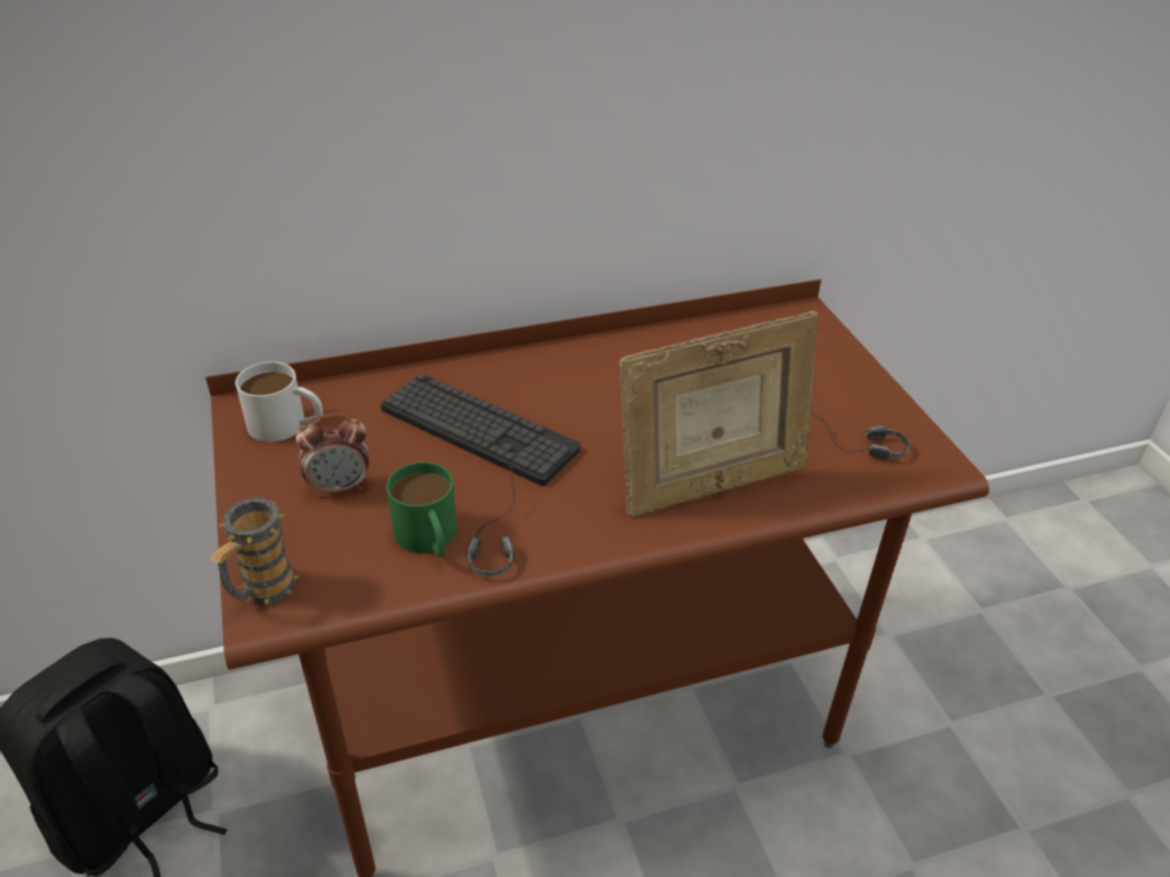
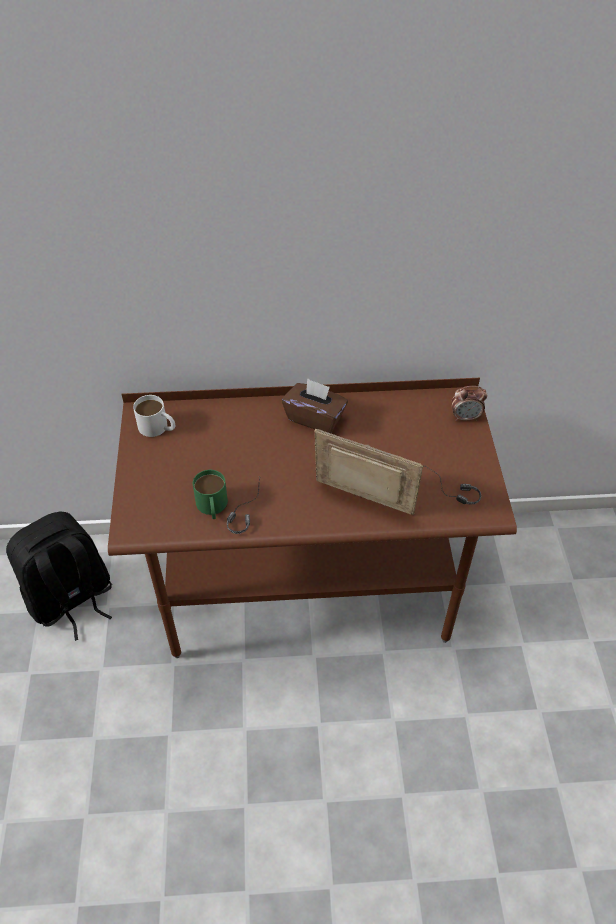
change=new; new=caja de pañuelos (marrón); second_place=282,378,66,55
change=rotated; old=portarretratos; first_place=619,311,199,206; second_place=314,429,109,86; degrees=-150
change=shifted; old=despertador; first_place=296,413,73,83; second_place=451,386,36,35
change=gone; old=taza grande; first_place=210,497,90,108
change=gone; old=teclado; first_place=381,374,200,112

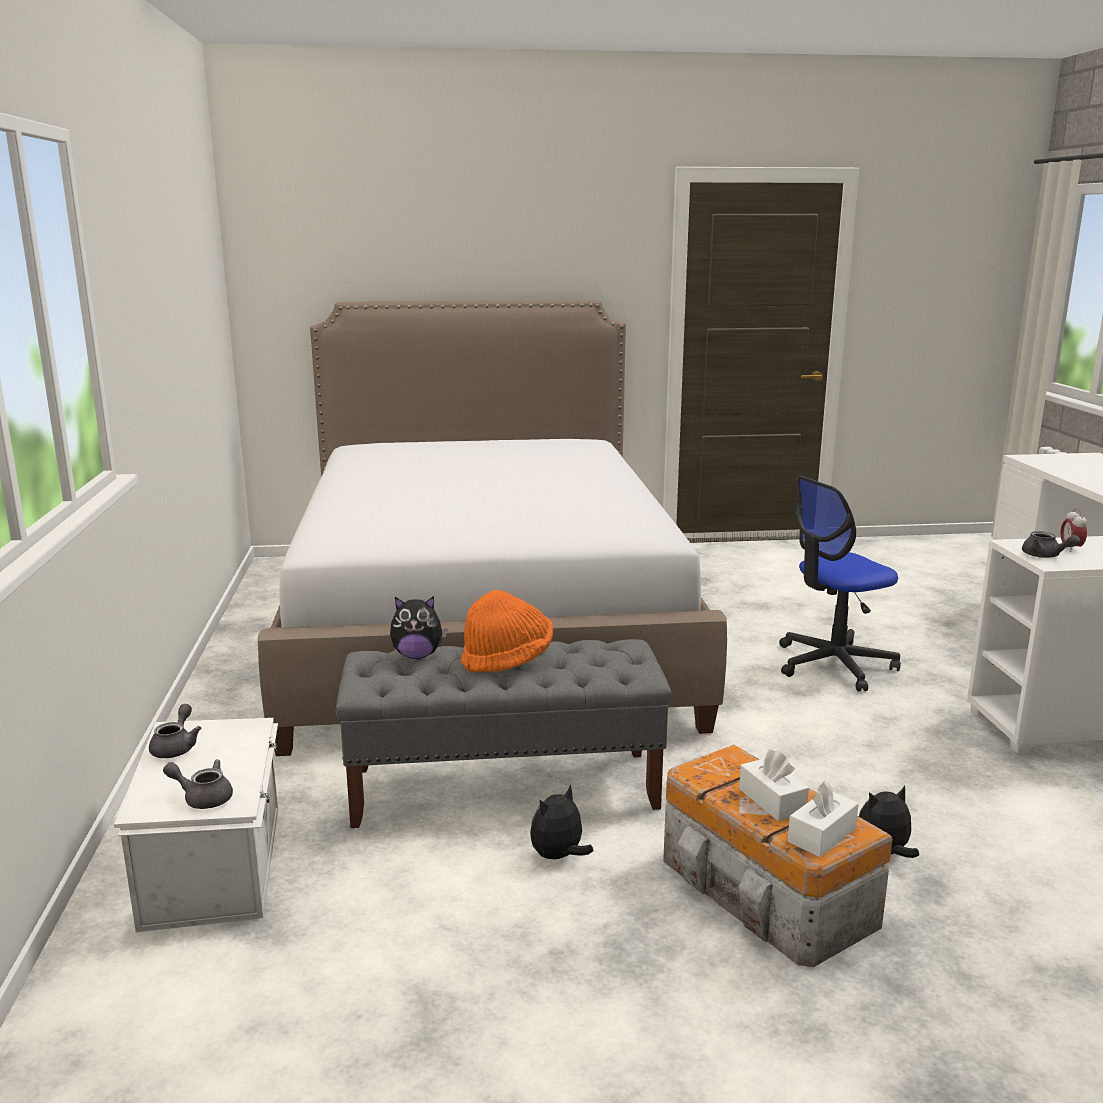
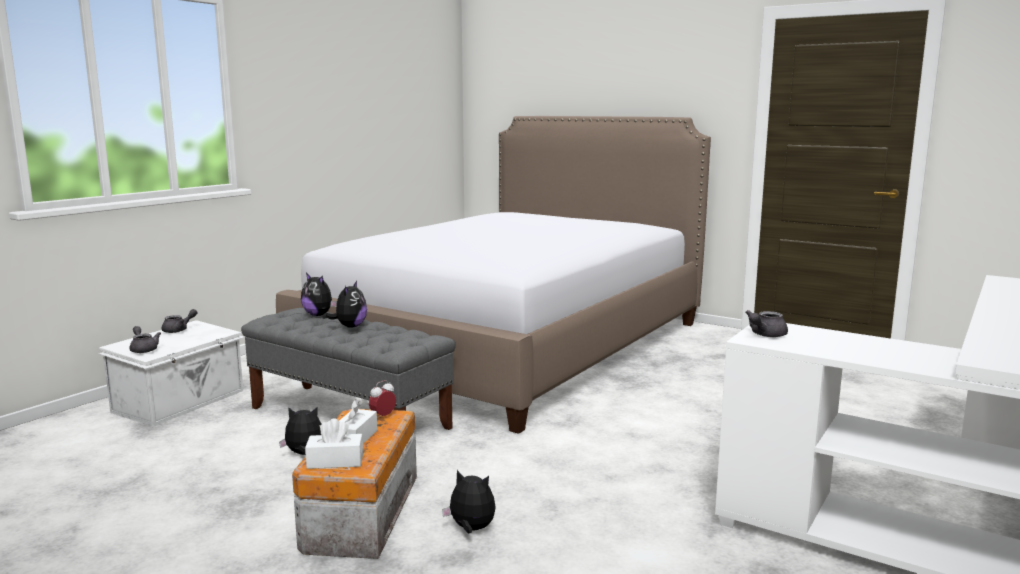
change=swapped; old=sombrero (naranja); new=peluche; first_place=461,590,92,82; second_place=326,281,41,47
change=shifted; old=despertador; first_place=1060,508,27,44; second_place=369,380,27,36
change=rotated; old=tetera (gris); first_place=1022,531,58,27; second_place=745,310,43,27; degrees=45
change=gone; old=silla de oficina; first_place=779,475,122,217

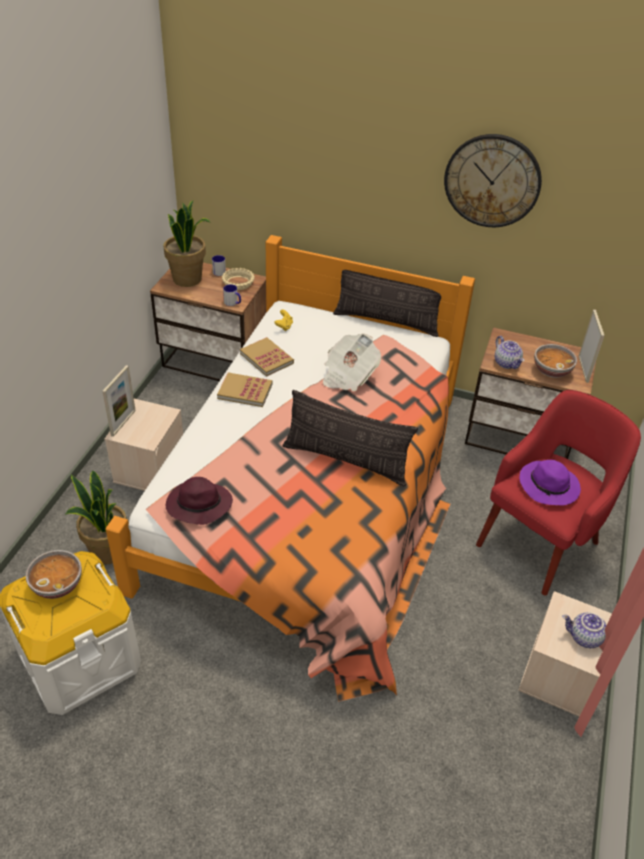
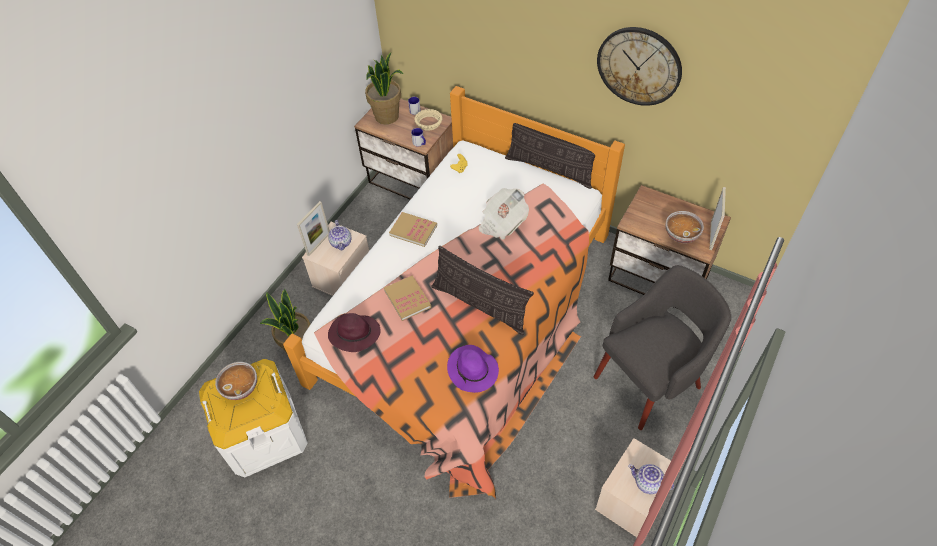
change=shifted; old=tetera; first_place=495,336,29,33; second_place=328,220,23,31
change=shifted; old=libro; first_place=240,337,54,40; second_place=384,275,47,46
change=shifted; old=sombrero (morado); first_place=519,460,62,46; second_place=447,345,52,48
change=repainted; old=sillón (rojo); new=sillón (gris); first_place=476,390,165,206; second_place=594,265,137,165

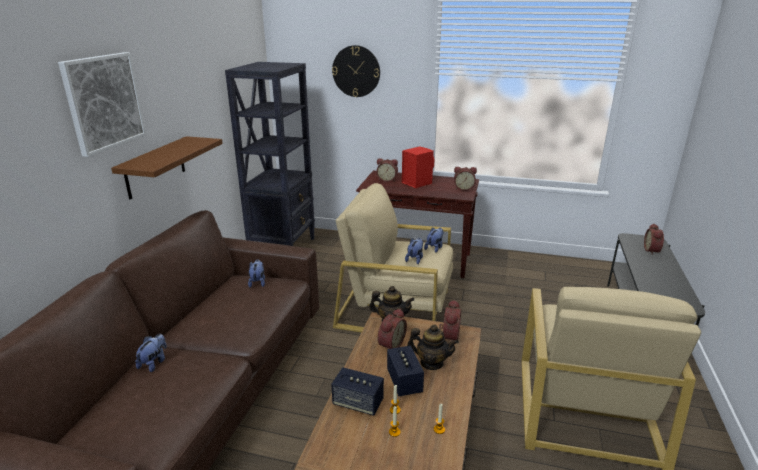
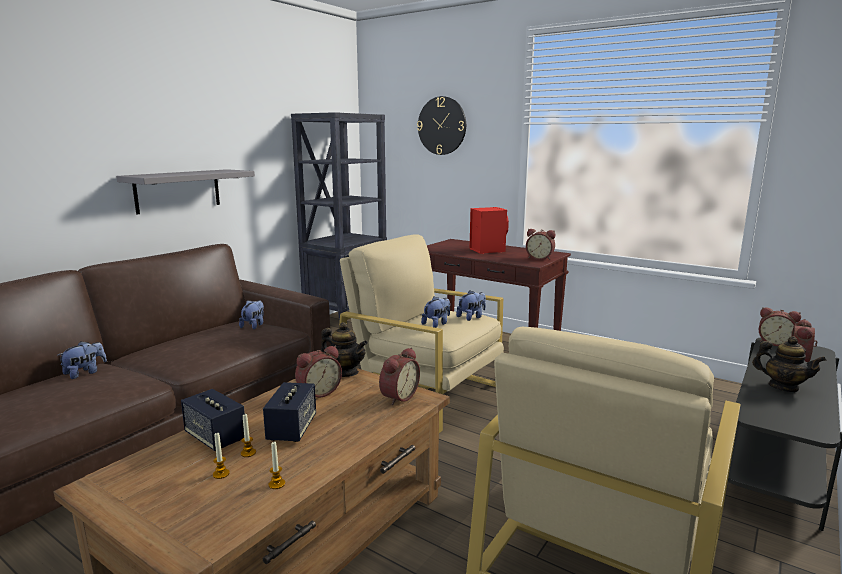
change=repainted; old=estante (marrón); new=estante (gris); first_place=111,136,112,63; second_place=116,169,139,45
change=shifted; old=tetera; first_place=407,325,52,45; second_place=752,336,74,56
change=shifted; old=despertador; first_place=376,158,22,24; second_place=759,307,42,39
change=gone; old=cuadro; first_place=58,52,88,105

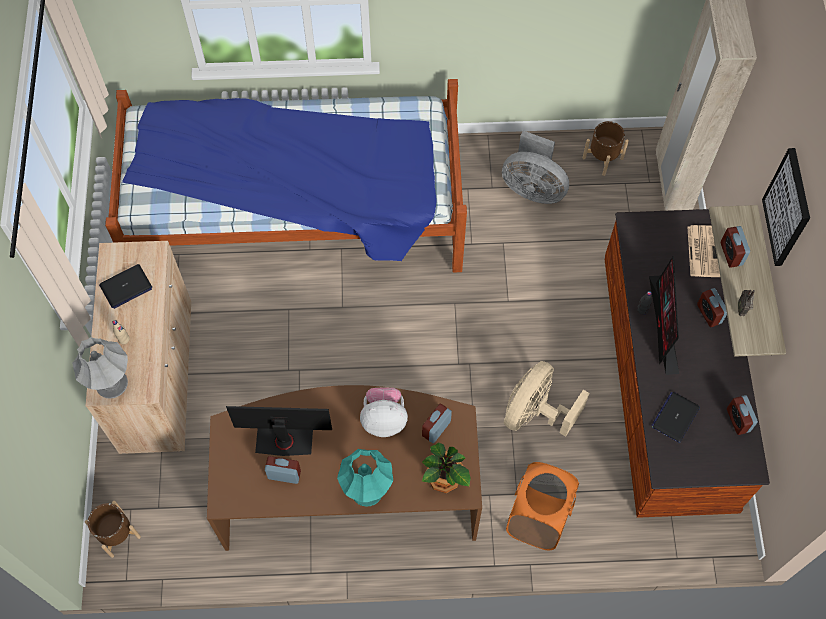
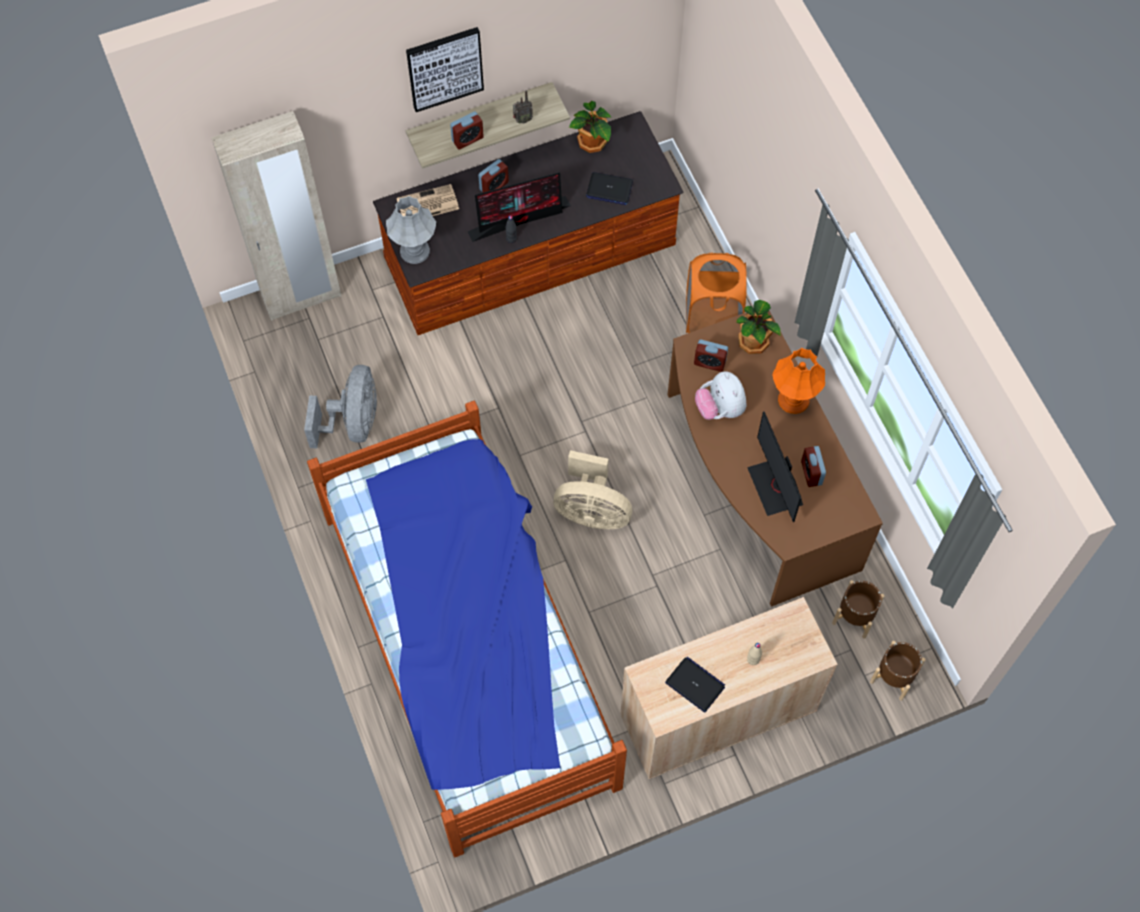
change=shifted; old=lámpara de mesa (gris); first_place=72,337,56,62; second_place=386,196,50,68
change=shifted; old=ventilador (beis); first_place=504,361,86,76; second_place=553,450,79,79
change=swapped; old=despertador; new=planta en maceta; first_place=727,395,31,40; second_place=569,101,42,52
change=repainted; old=lámpara de mesa (turquesa); new=lámpara de mesa (naranja); first_place=337,449,56,58; second_place=772,348,53,66
change=shifted; old=maceta (marrón); first_place=583,121,46,55; second_place=832,580,52,59

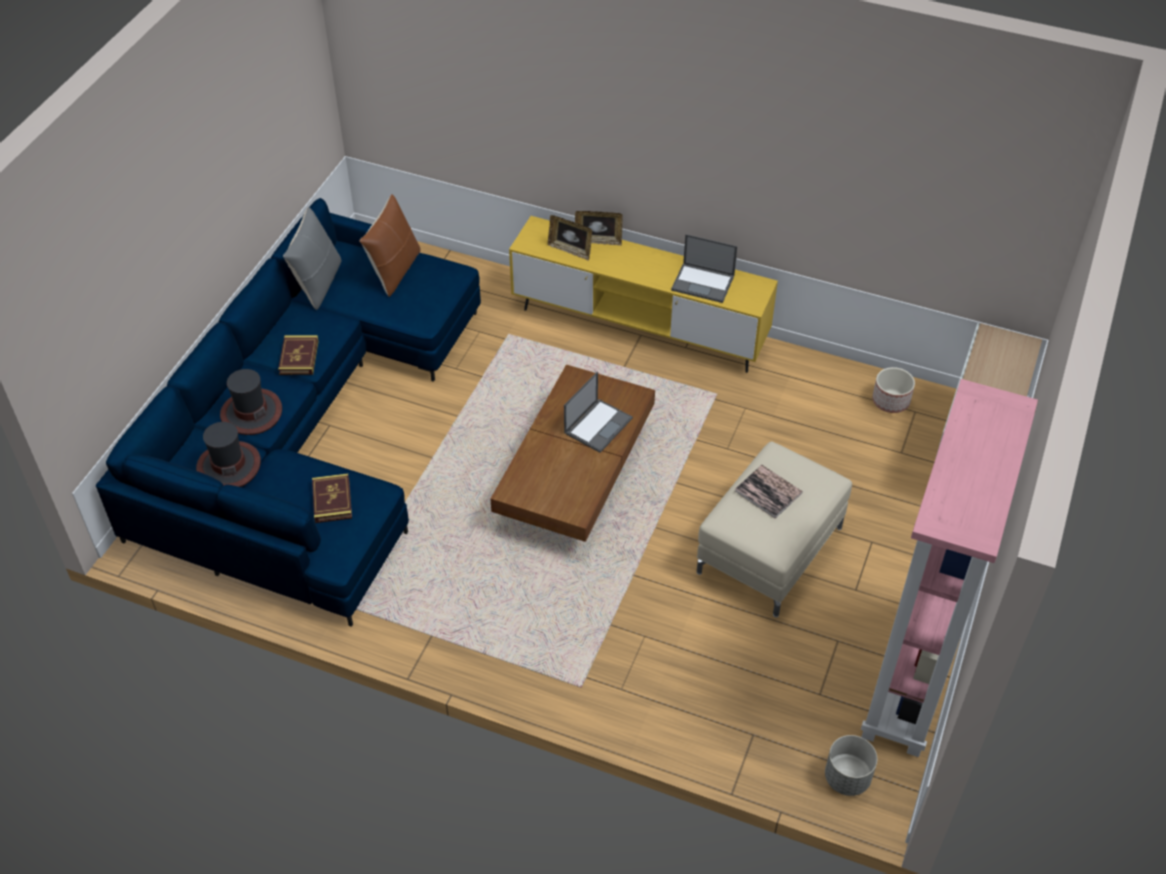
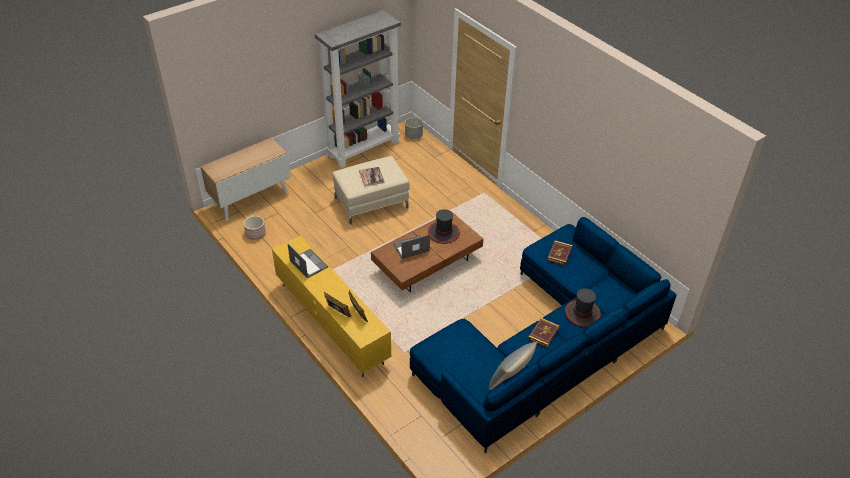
change=repainted; old=estantería (rosa); new=estantería (gris); first_place=861,379,177,378; second_place=315,10,86,158
change=shifted; old=sombrero; first_place=196,422,65,65; second_place=428,209,32,35
change=gone; old=cojín (marrón); first_place=359,194,62,103

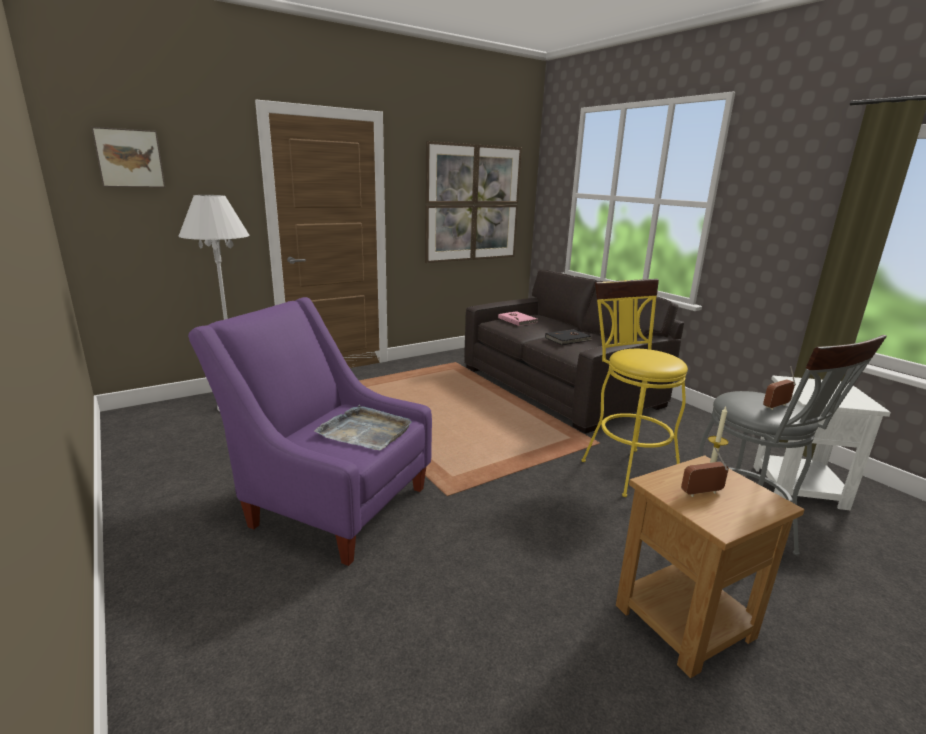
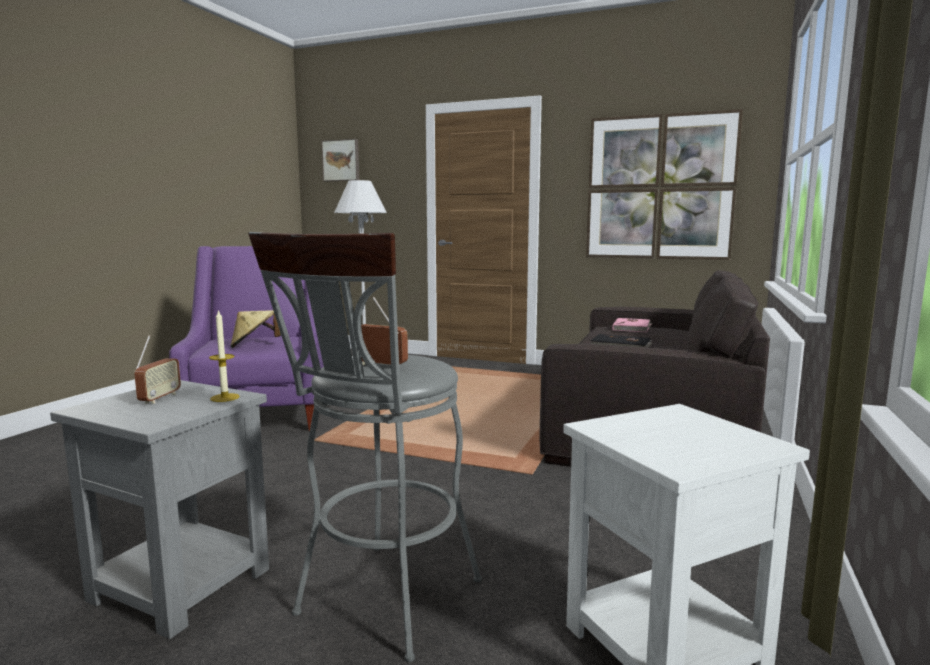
change=repainted; old=mesa auxiliar (marrón); new=mesa auxiliar (gris); first_place=616,455,189,223; second_place=50,380,219,259
change=rotated; old=radio; first_place=681,447,48,50; second_place=134,335,47,69; degrees=60
change=swapped; old=bandeja (gris); new=sombrero (beis); first_place=314,405,98,45; second_place=230,310,51,38
change=gone; old=taburete (amarillo); first_place=581,279,107,218

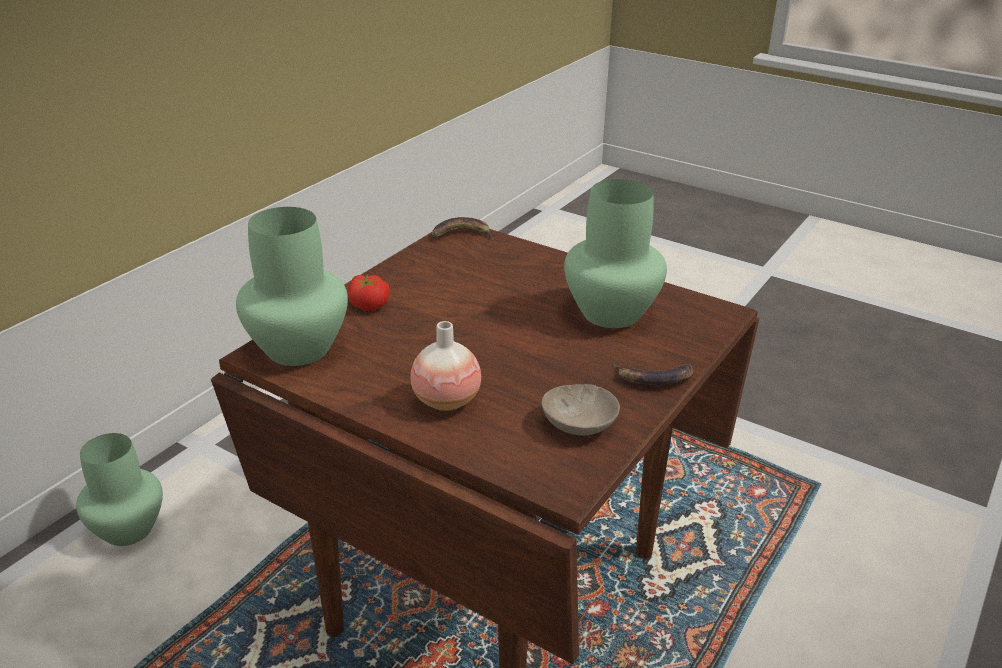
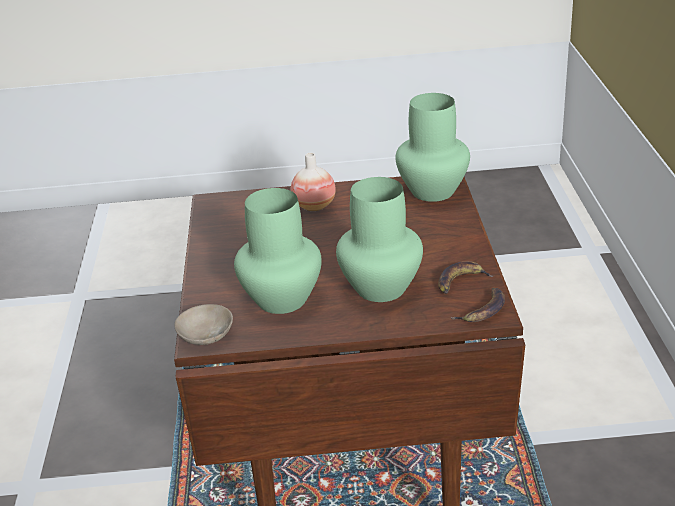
change=shifted; old=cuenco (beis); first_place=542,384,78,51; second_place=174,304,59,41
change=shifted; old=florero (verde); first_place=76,433,87,113; second_place=336,177,87,125
change=shifted; old=plátano; first_place=613,364,80,22; second_place=438,261,55,33
change=gone; old=tomate; first_place=348,274,42,37

